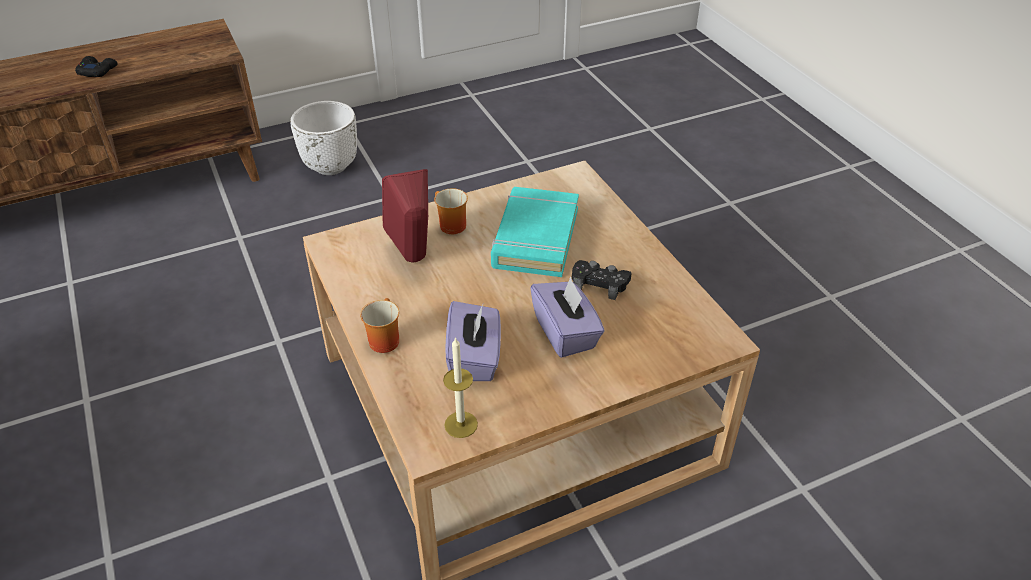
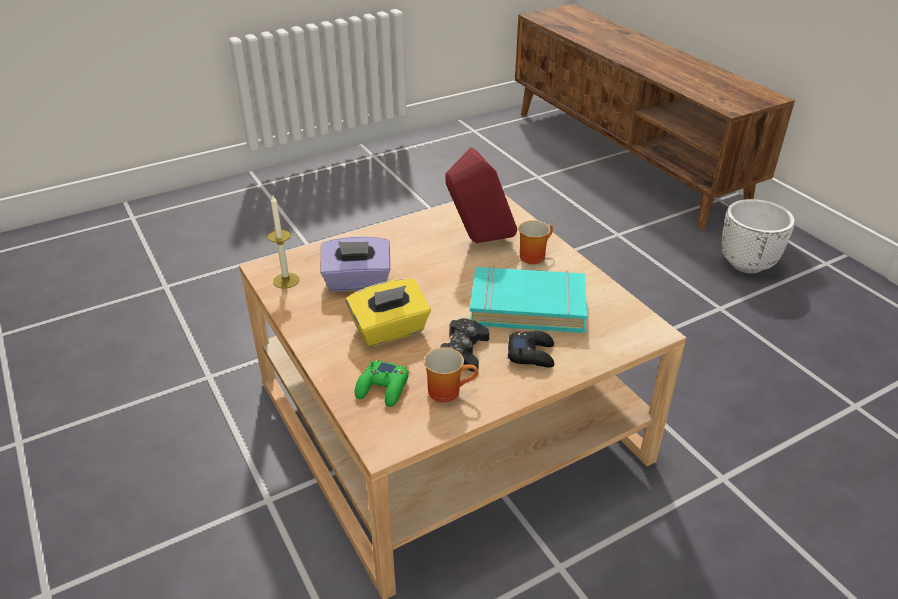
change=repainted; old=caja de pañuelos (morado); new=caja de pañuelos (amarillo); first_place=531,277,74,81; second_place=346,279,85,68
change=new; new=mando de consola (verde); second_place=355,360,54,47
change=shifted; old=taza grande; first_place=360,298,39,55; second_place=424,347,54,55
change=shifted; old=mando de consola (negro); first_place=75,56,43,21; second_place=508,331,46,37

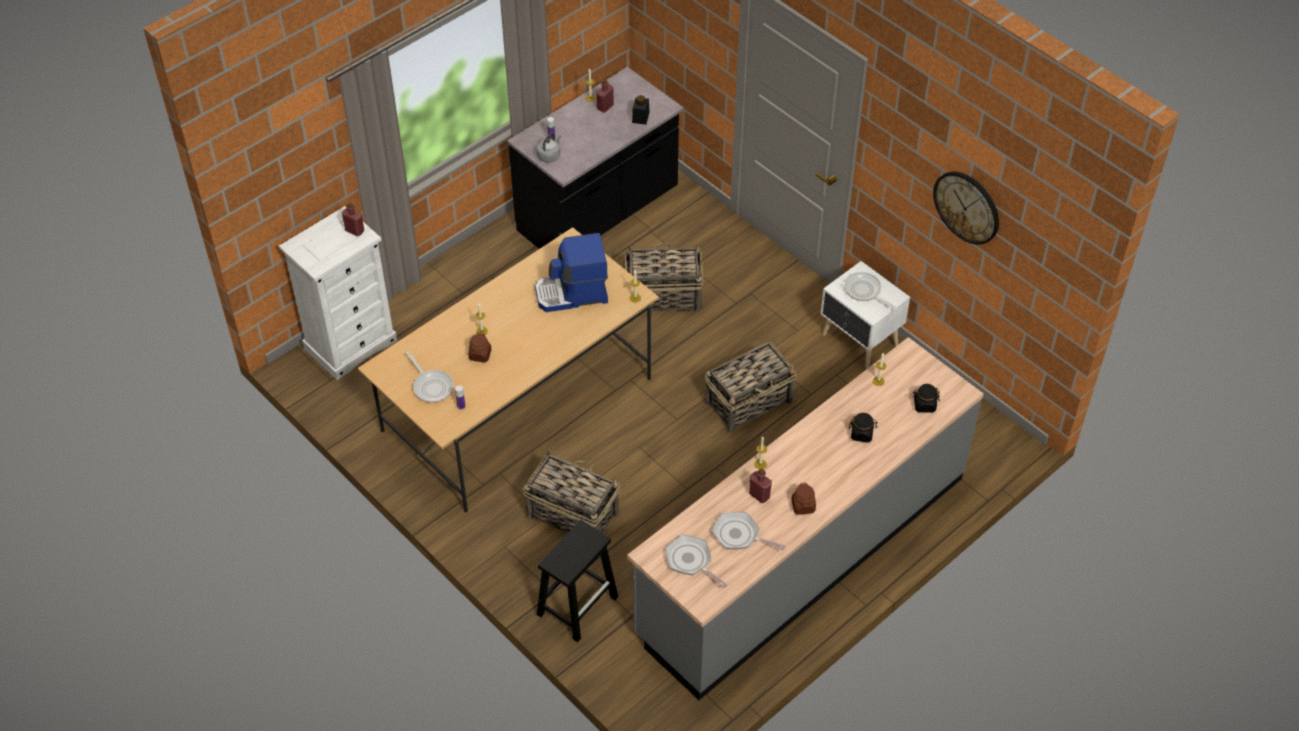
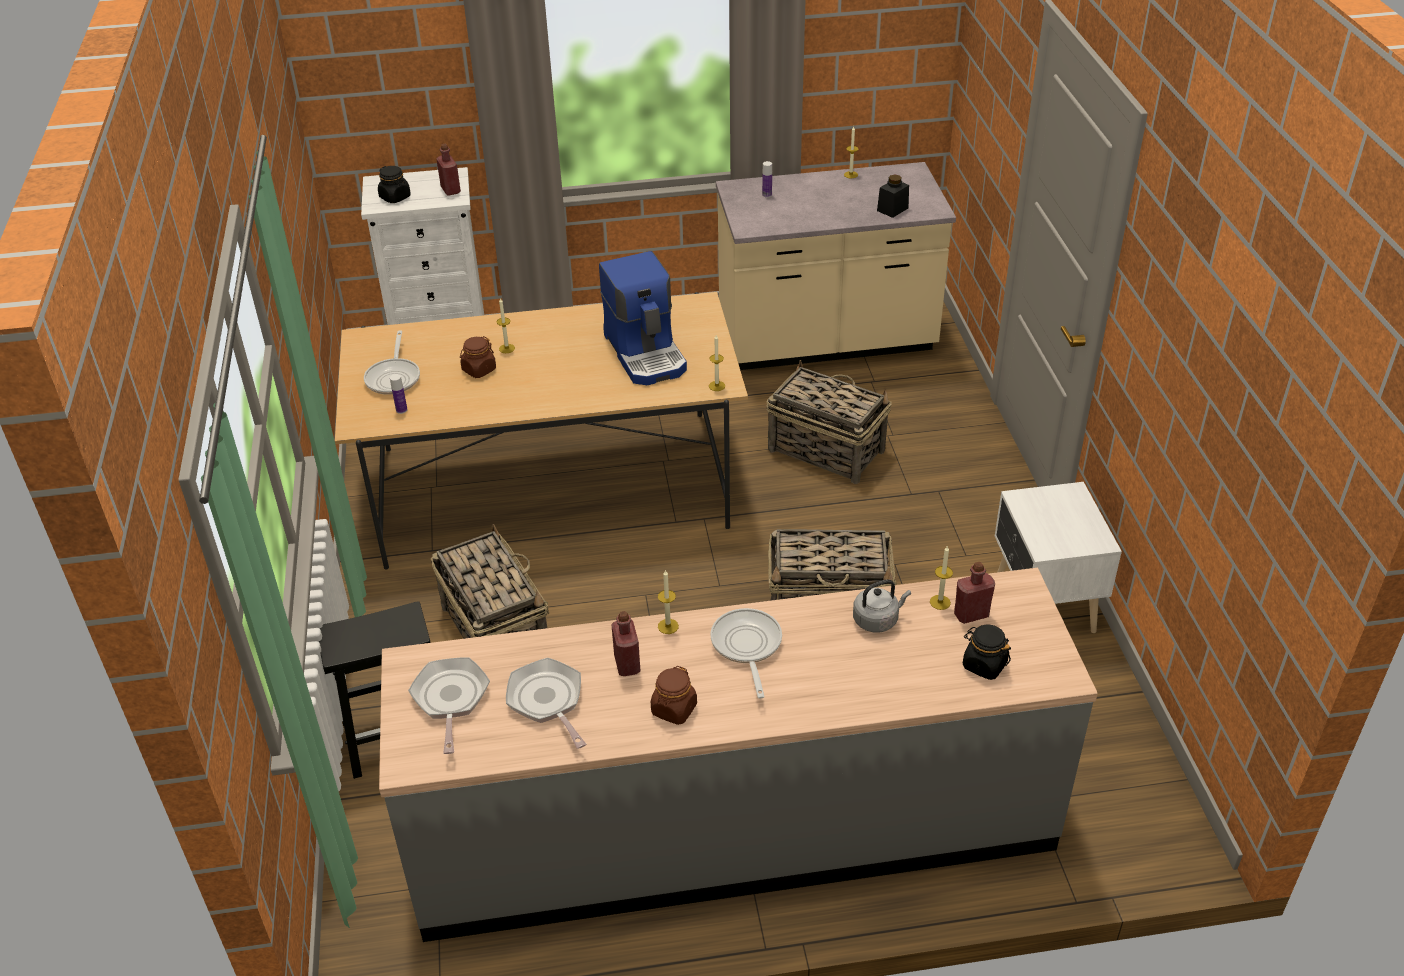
change=shifted; old=tarro (negro); first_place=849,413,29,29; second_place=378,166,33,37
change=rotated; old=cafetera; first_place=535,233,73,79; second_place=599,251,88,134; degrees=-135
change=shifted; old=sartén; first_place=844,272,54,39; second_place=711,608,71,91
change=repainted; old=mueble bajo de cocina (negro); new=mueble bajo de cocina (beis); first_place=507,67,177,182; second_place=716,162,240,208
change=shifted; old=hervidor (gris); first_place=537,133,24,29; second_place=853,579,58,54
change=shifted; old=botella (rojo); first_place=596,79,18,34; second_place=954,562,41,62
change=gone; old=reloj de pared; first_place=933,171,66,74

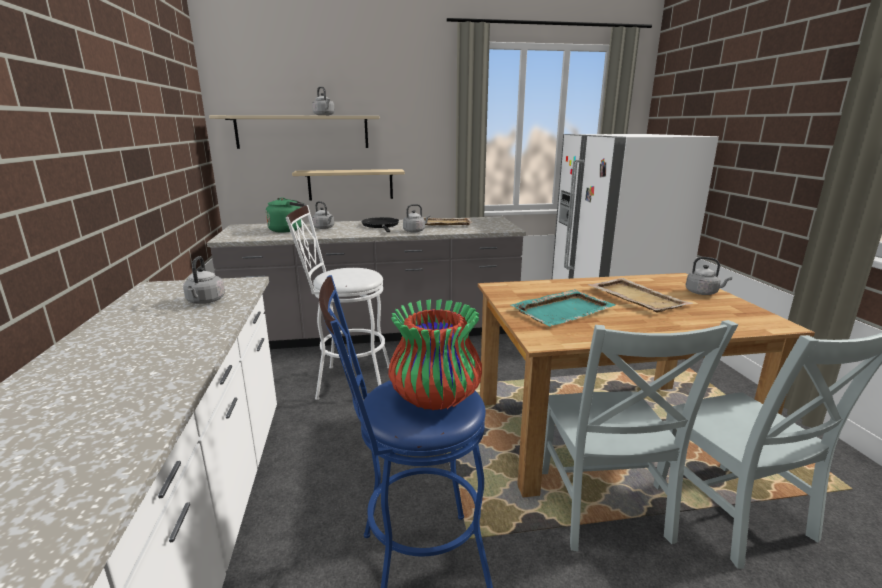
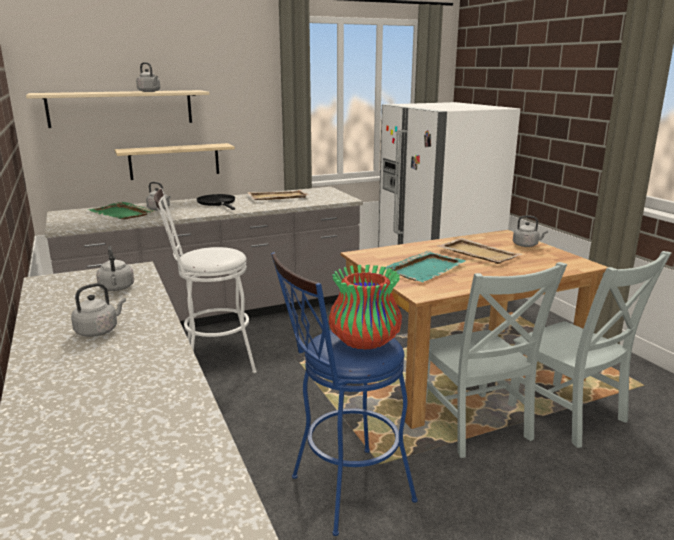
change=shifted; old=hervidor (gris); first_place=403,204,27,29; second_place=71,283,55,54
change=swapped; old=hervidor (verde); new=bandeja (verde); first_place=266,197,40,36; second_place=88,202,66,17

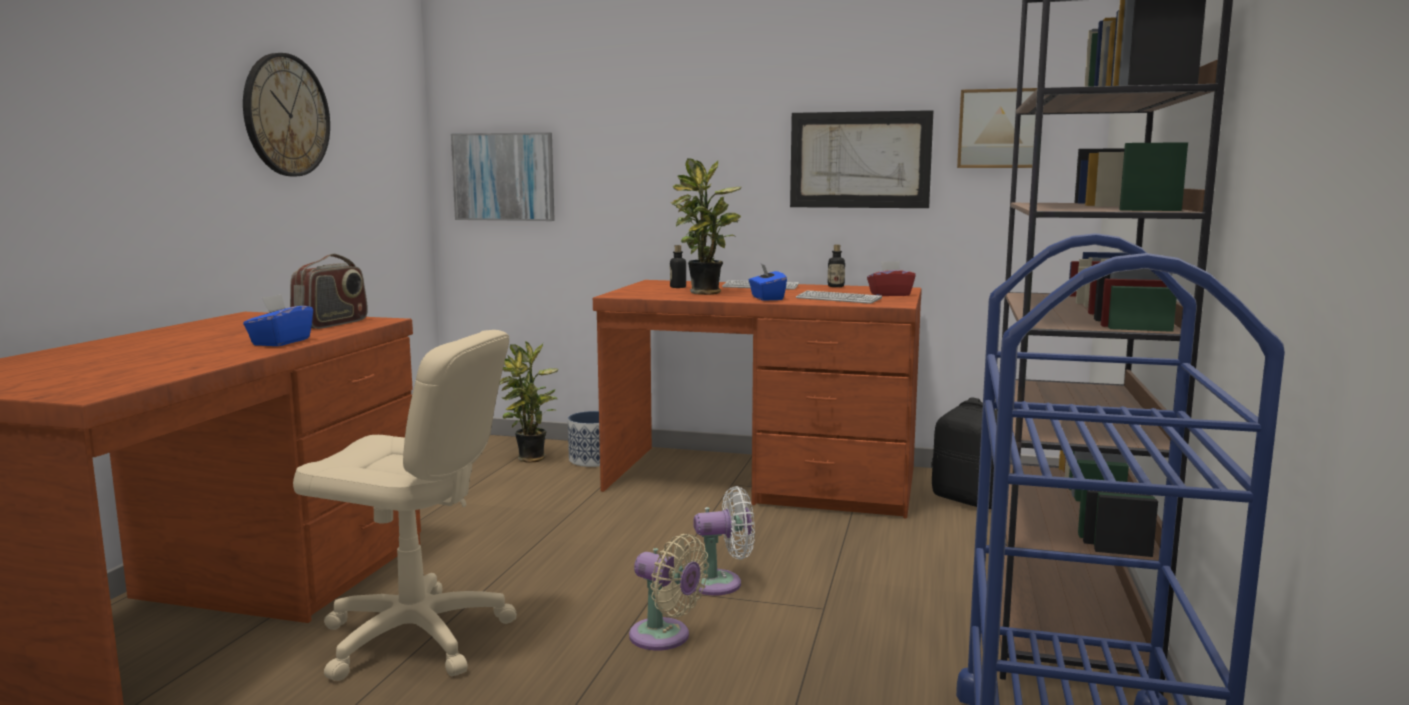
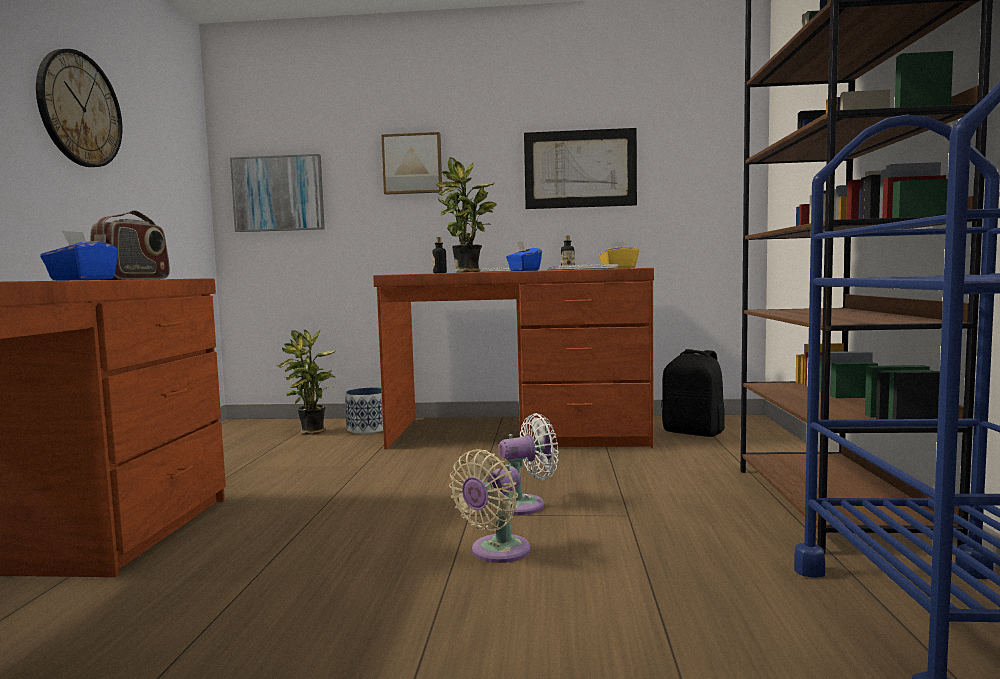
change=shifted; old=cuadro; first_place=957,88,80,80; second_place=381,132,61,63
change=rotated; old=ventilador (beis); first_place=629,534,80,116; second_place=449,449,81,114; degrees=105
change=repainted; old=caja de pañuelos (rojo); new=caja de pañuelos (amarillo); first_place=867,261,49,35; second_place=599,241,40,28
change=gone; old=silla de oficina (beis); first_place=293,330,224,351

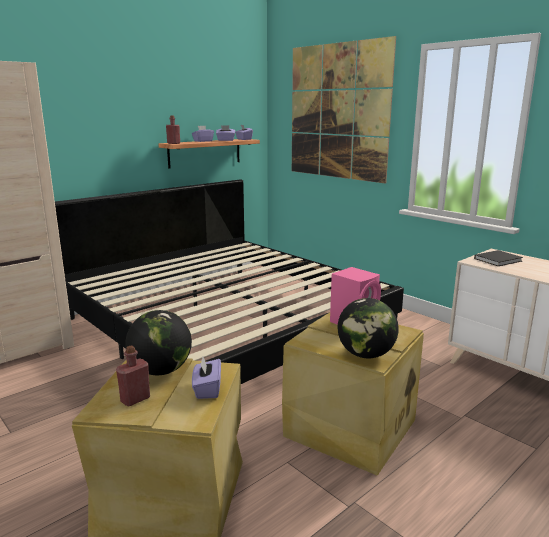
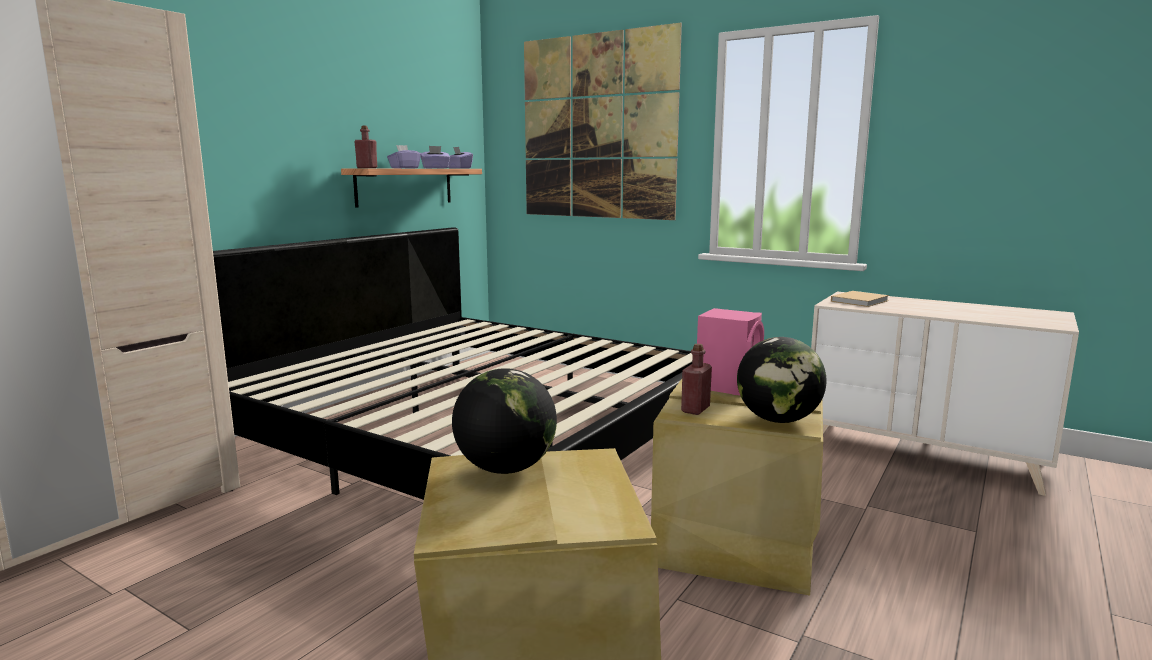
change=shifted; old=botella (rojo); first_place=116,346,34,60; second_place=681,343,31,72
change=repainted; old=libro (negro); new=libro (beis); first_place=474,250,49,16; second_place=831,291,58,16
change=gone; old=caja de pañuelos (morado); first_place=192,357,29,42

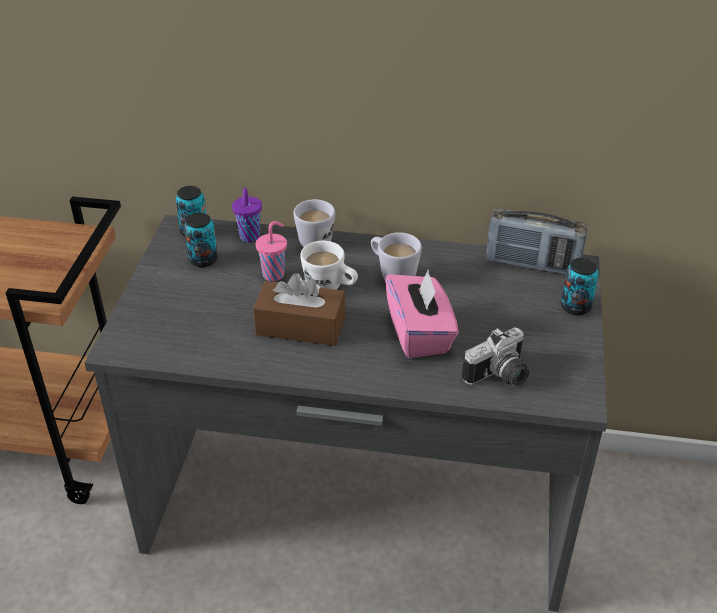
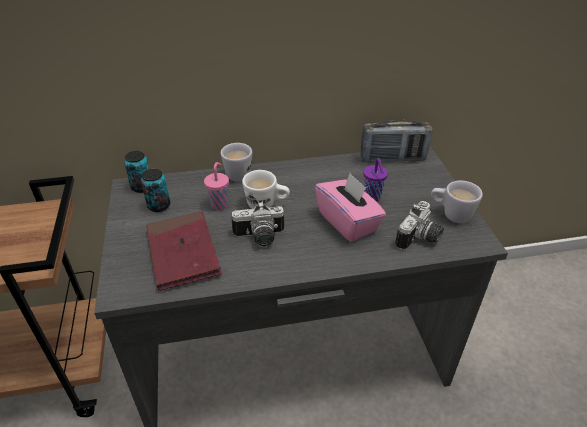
change=new; new=libro (rojo); second_place=146,211,76,80
change=swapped; old=caja de pañuelos (marrón); new=cámara; first_place=253,273,92,73; second_place=232,201,52,46
change=shifted; old=taza (morado); first_place=232,188,30,54; second_place=363,158,25,43
change=shifted; old=taza grande (blanco); first_place=371,232,51,48; second_place=431,180,52,43
change=gone; old=lata; first_place=561,258,38,57

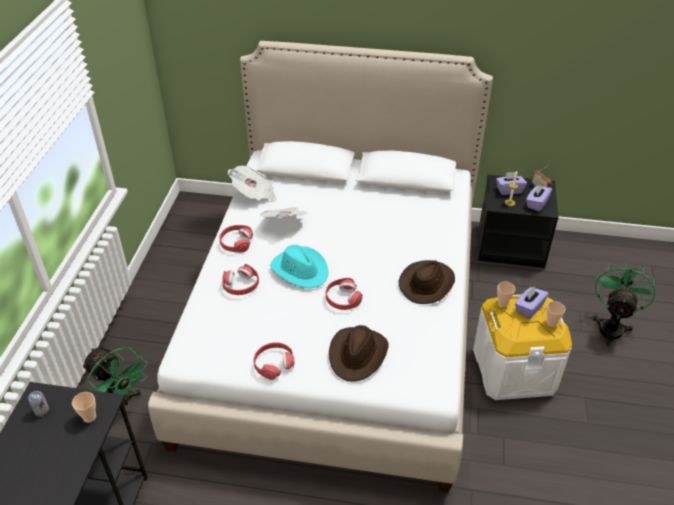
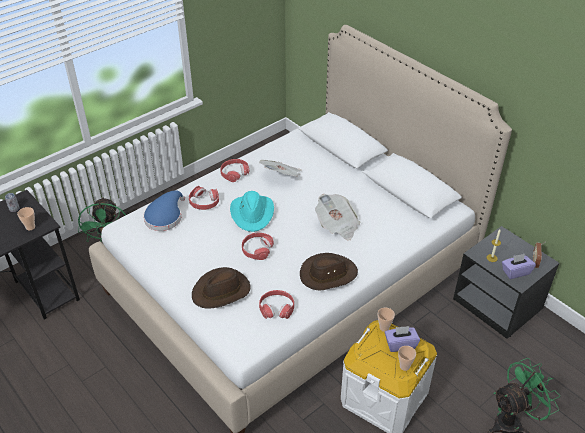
change=new; new=sombrero (azul); second_place=143,190,42,41
change=shifted; old=auriculares (rojo); first_place=253,342,42,38; second_place=259,290,35,29
change=shifted; old=periódico; first_place=228,166,48,35; second_place=315,194,46,46
change=gone; old=caja de pañuelos (morado); first_place=496,172,31,23

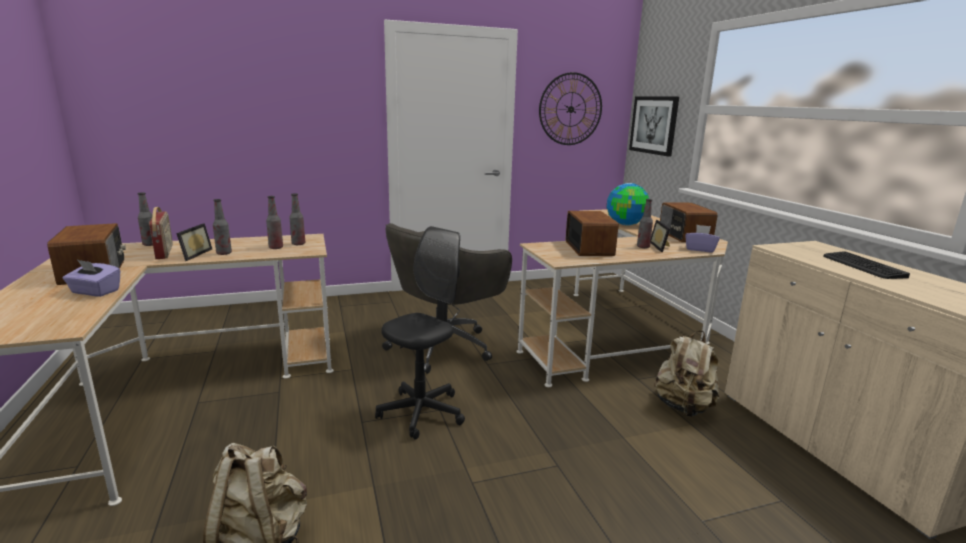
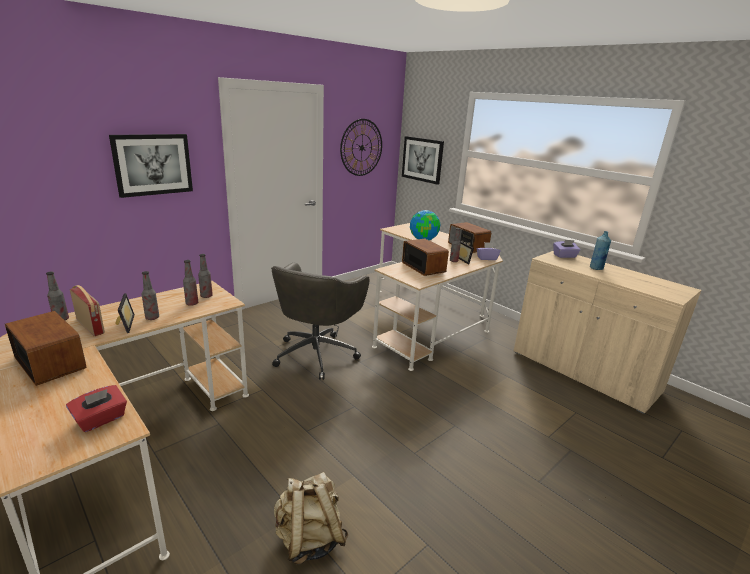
change=new; new=caja de pañuelos (rojo); second_place=66,385,61,47
change=new; new=cuadro; second_place=109,134,84,64
change=shifted; old=caja de pañuelos (morado); first_place=63,260,57,37; second_place=553,240,28,18
change=swapped; old=teclado; new=botella (azul); first_place=823,251,87,28; second_place=590,231,21,39
change=gone; old=silla de oficina (negro); first_place=375,226,90,214
change=gone; old=mochila (beis); first_place=654,331,65,86

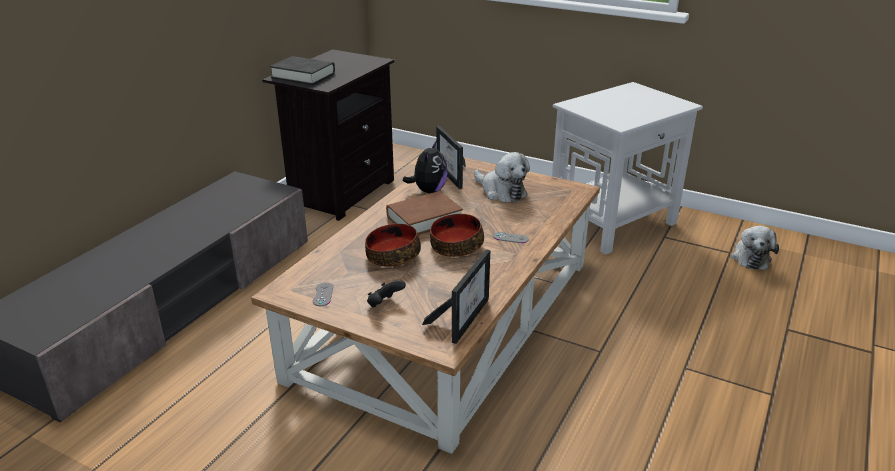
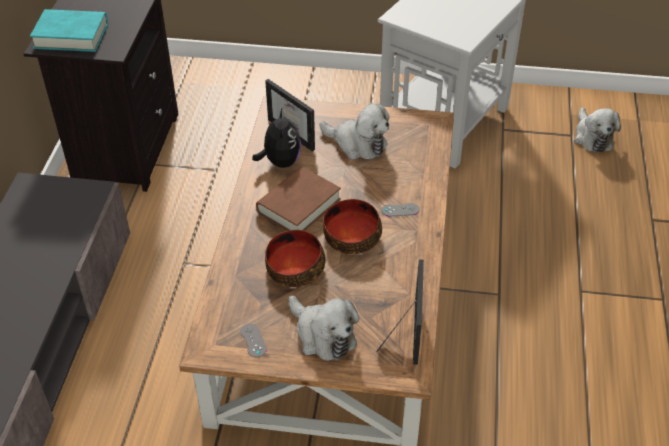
change=repainted; old=libro (negro); new=libro (turquesa); first_place=270,56,65,29; second_place=30,9,78,43
change=swapped; old=mando de consola (negro); new=peluche; first_place=367,281,39,26; second_place=289,295,70,66

